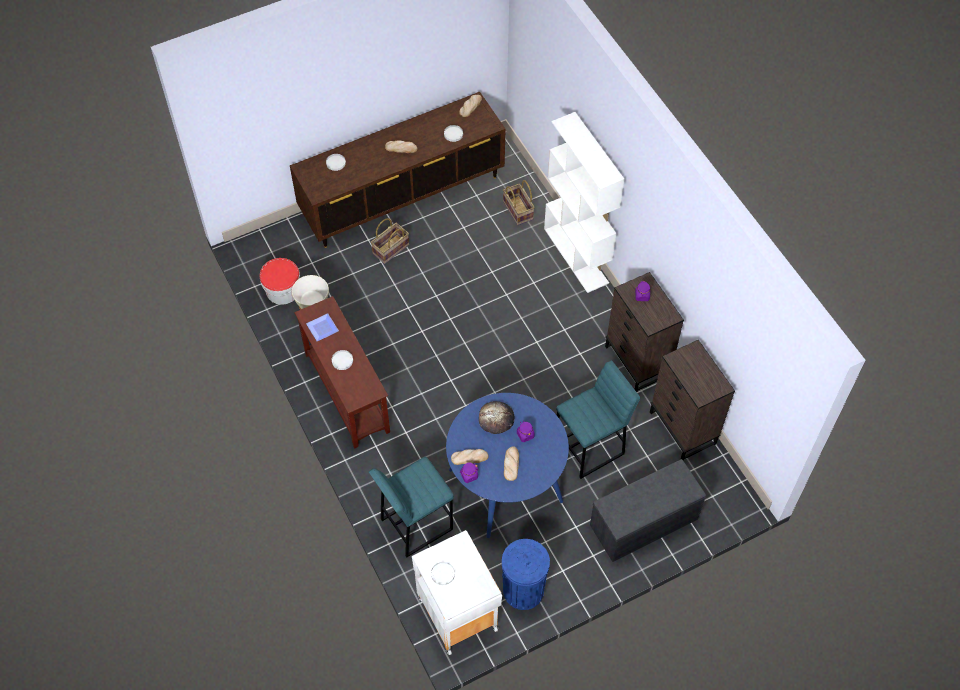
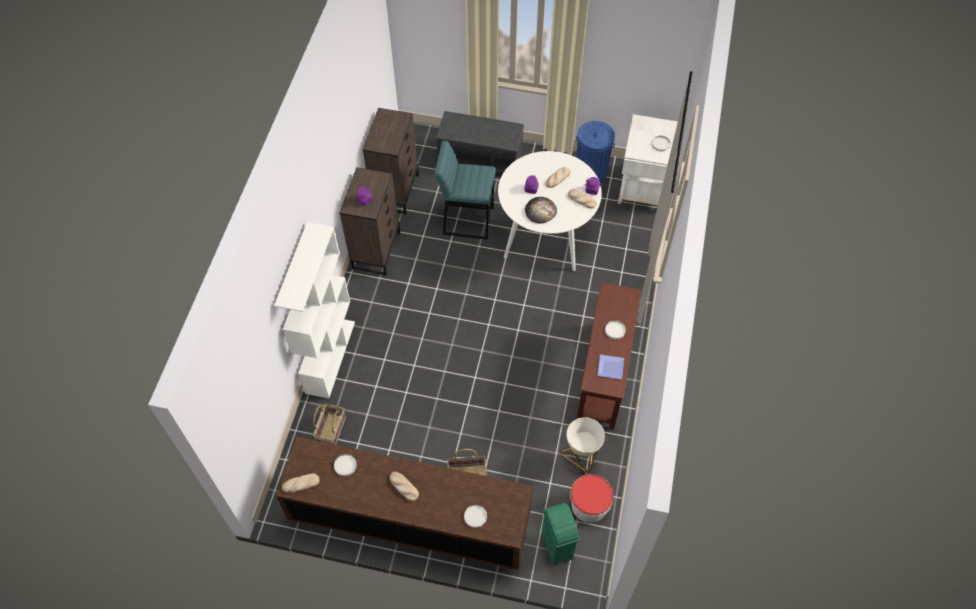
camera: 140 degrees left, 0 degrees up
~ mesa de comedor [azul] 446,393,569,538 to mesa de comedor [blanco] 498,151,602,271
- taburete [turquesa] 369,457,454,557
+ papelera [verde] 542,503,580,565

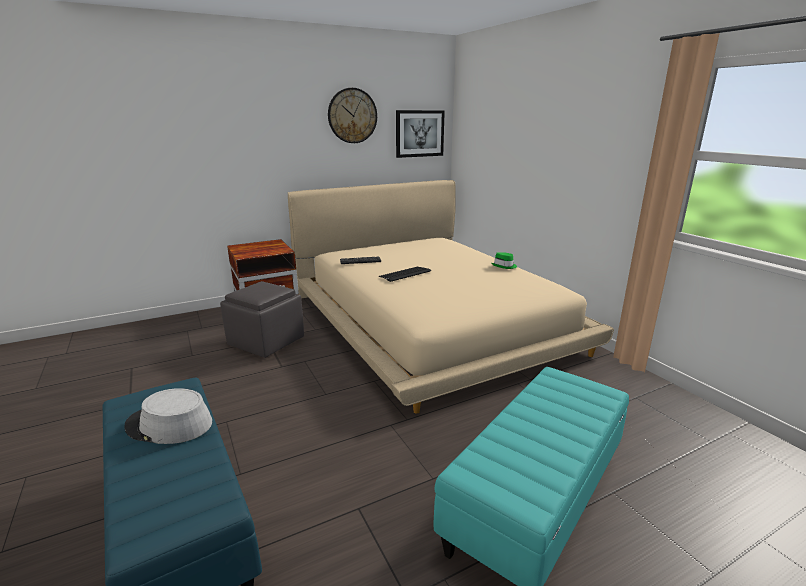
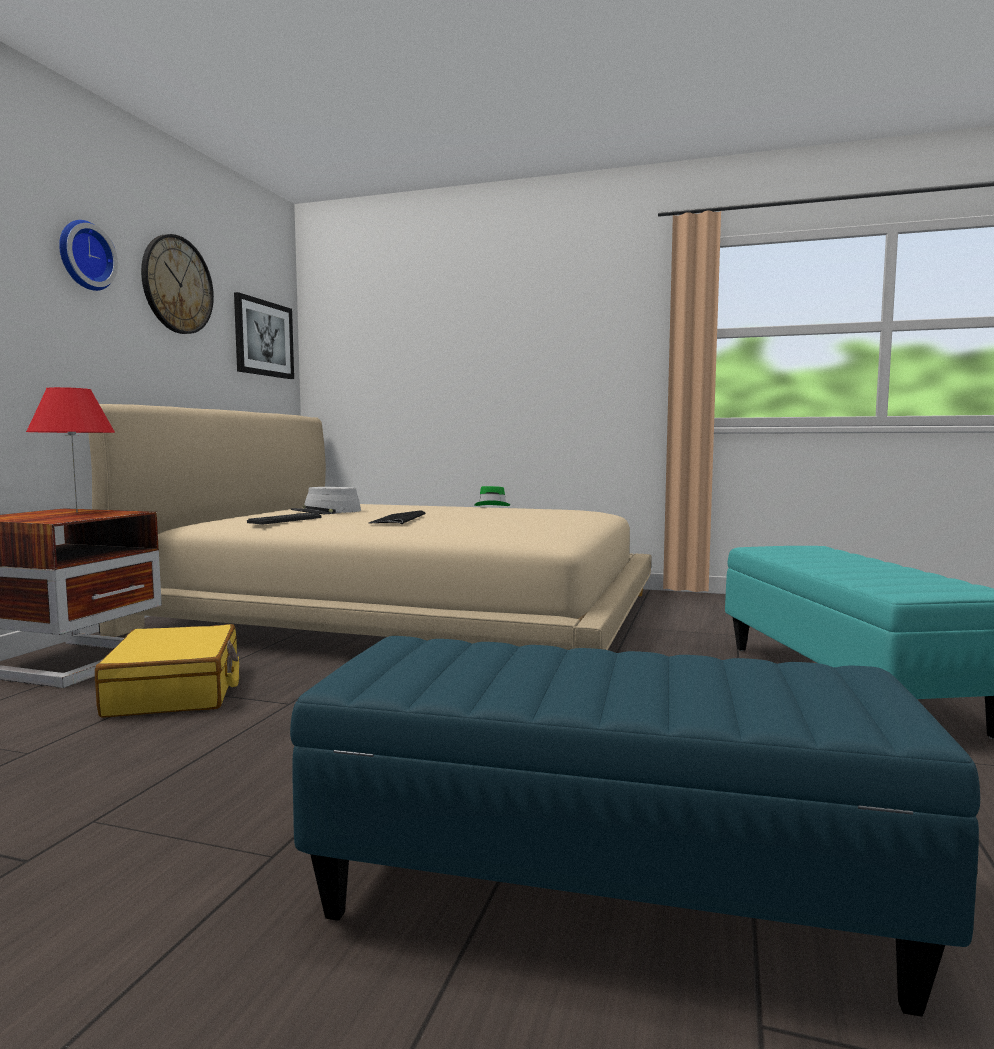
camera: 45 degrees left, 15 degrees down
~ puf [gris] 220,281,304,358 to maleta [amarillo] 95,624,239,718
~ sombrero [gris] 124,388,212,444 to 290,487,361,514
+ reloj de pared 59,220,118,291
+ lámpara de mesa [rojo] 26,387,115,513

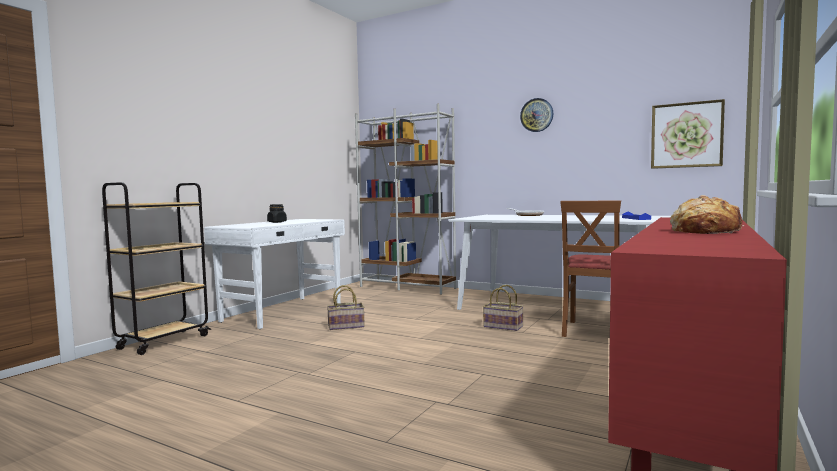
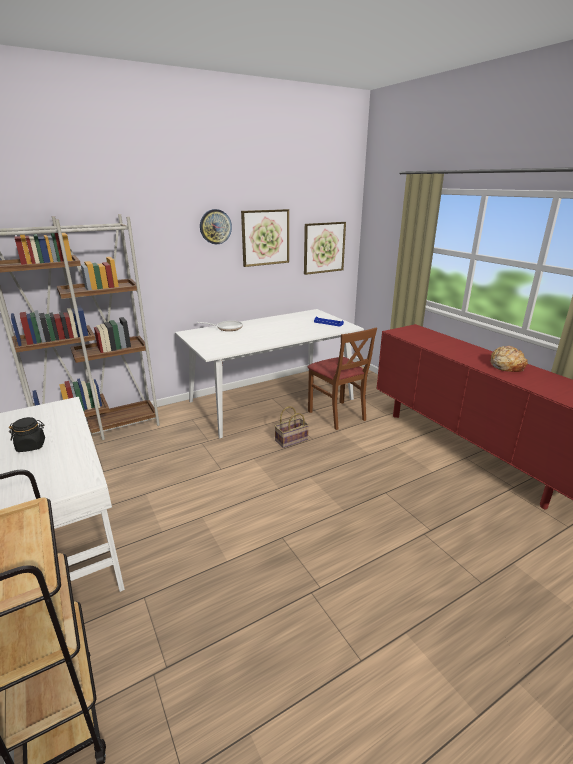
camera: 60 degrees left, 20 degrees up
- cesta 327,285,365,330
+ cuadro 241,209,289,267

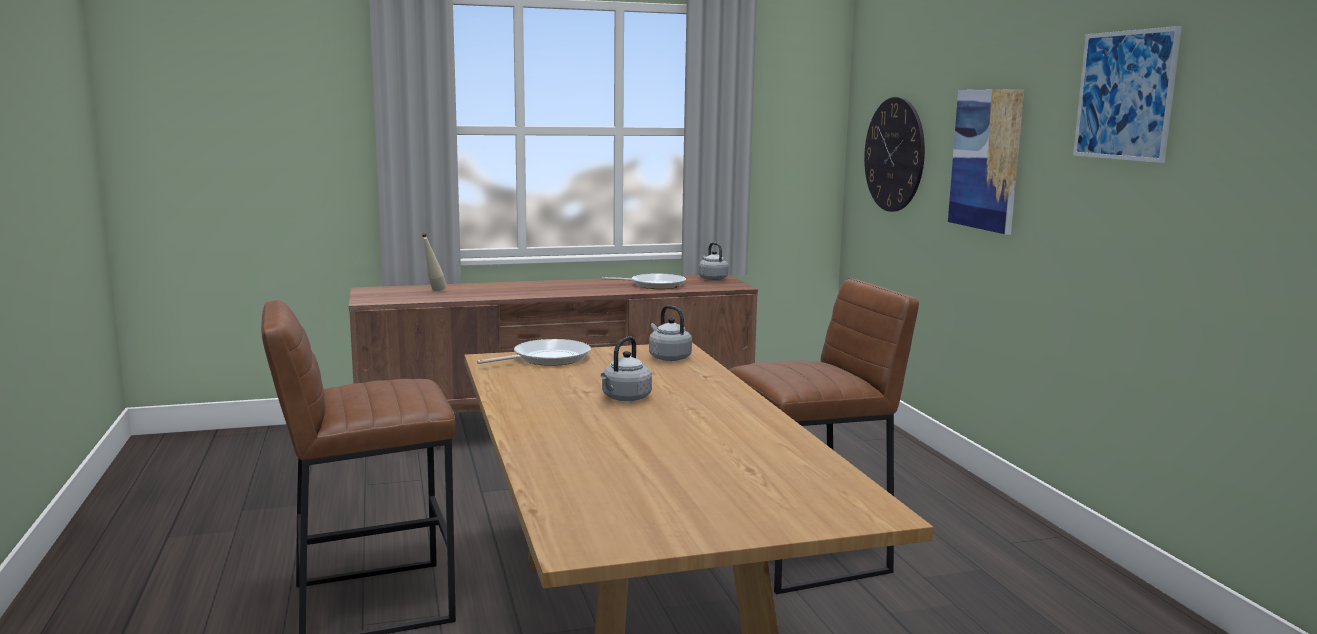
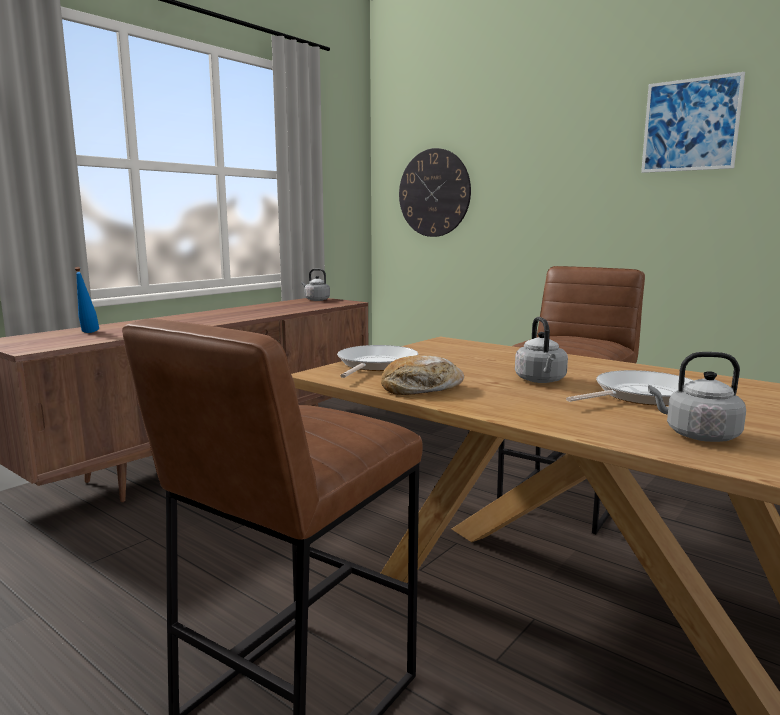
camera: 35 degrees left, 0 degrees up
- cuadro 948,89,1024,235
~ botella [beis] 422,233,447,291 to botella [azul] 75,267,99,333
~ sartén 602,273,686,289 to 566,370,694,406
~ hervidor [gris] 649,305,692,361 to 648,352,746,442
+ pan 381,355,464,395

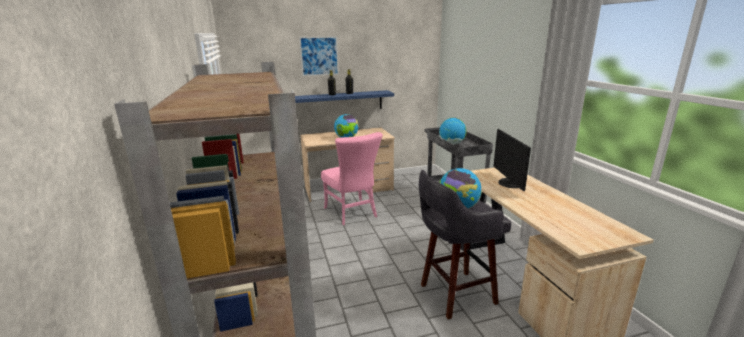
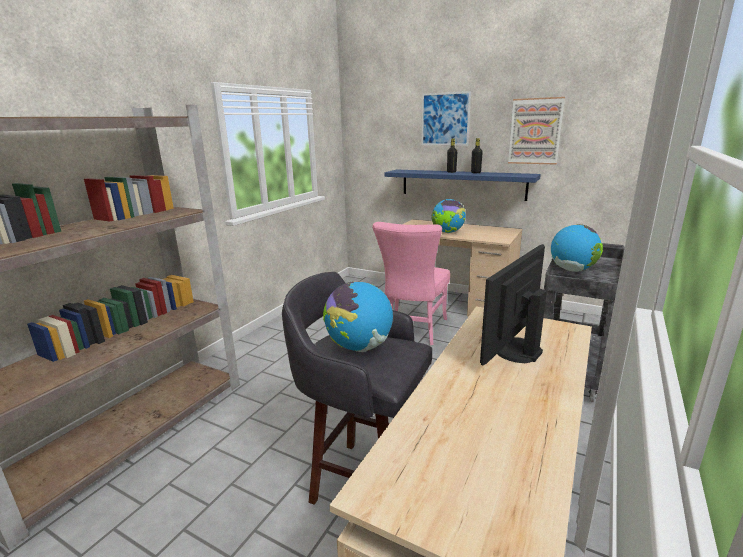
camera: 45 degrees right, 0 degrees up
+ cuadro 508,97,565,164

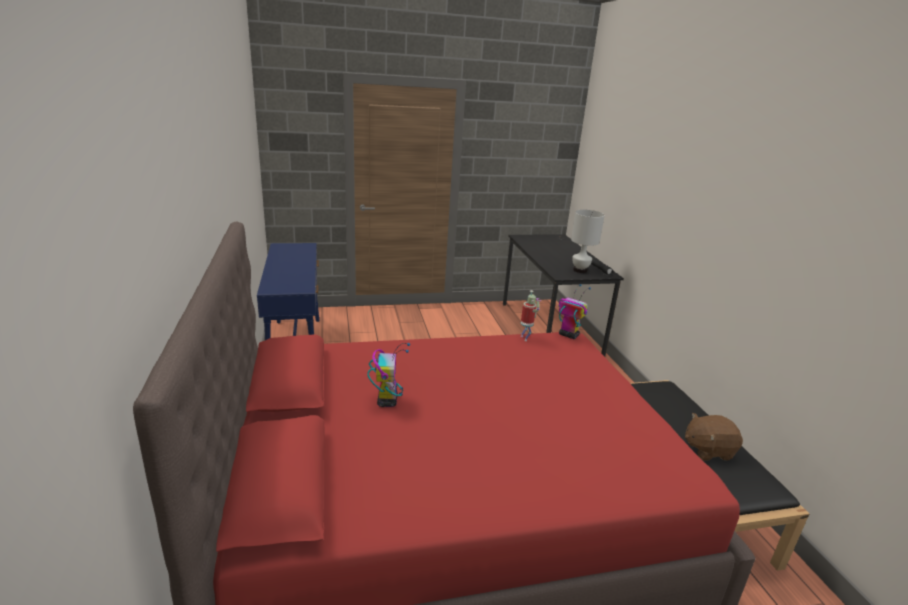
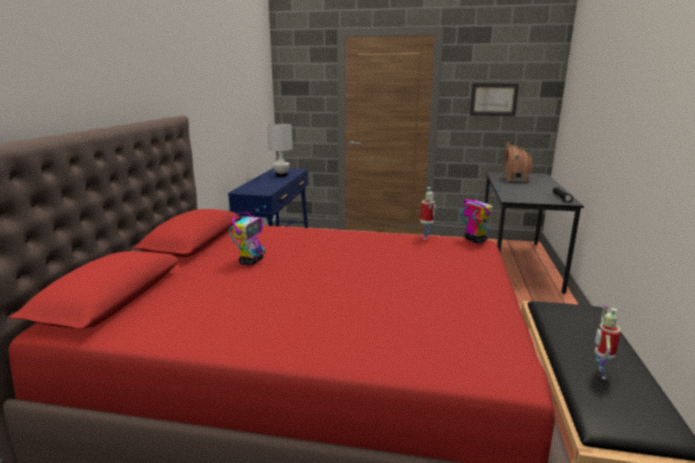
camera: 25 degrees right, 5 degrees down
~ lámpara de mesa [blanco] 571,210,605,273 to 267,124,292,177
~ peluche [marrón] 685,413,743,461 to robot de juguete 594,305,621,380
+ cuadro 470,83,519,116
+ casita 503,142,533,182

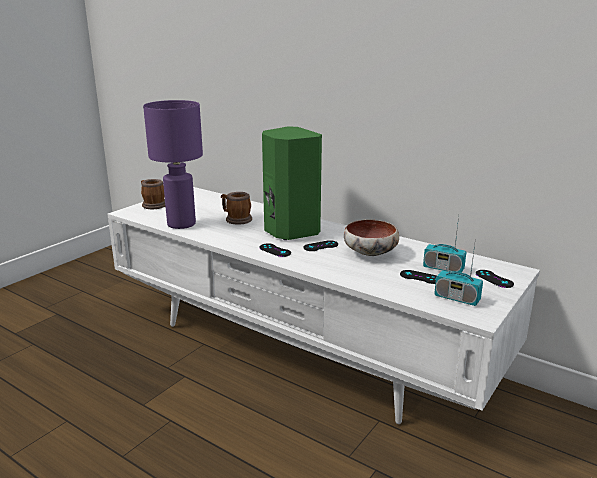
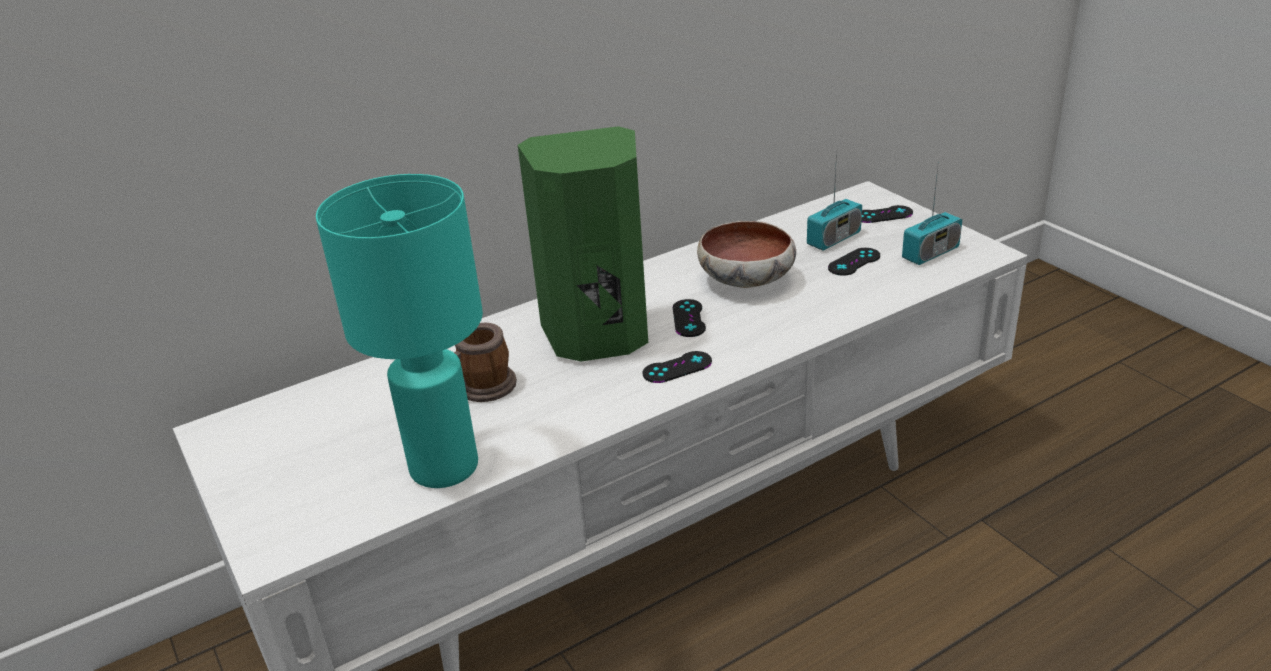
camera: 65 degrees left, 10 degrees up
~ lámpara de mesa [morado] 143,100,203,229 to lámpara de mesa [turquesa] 316,174,483,488
- taza grande 141,179,165,209

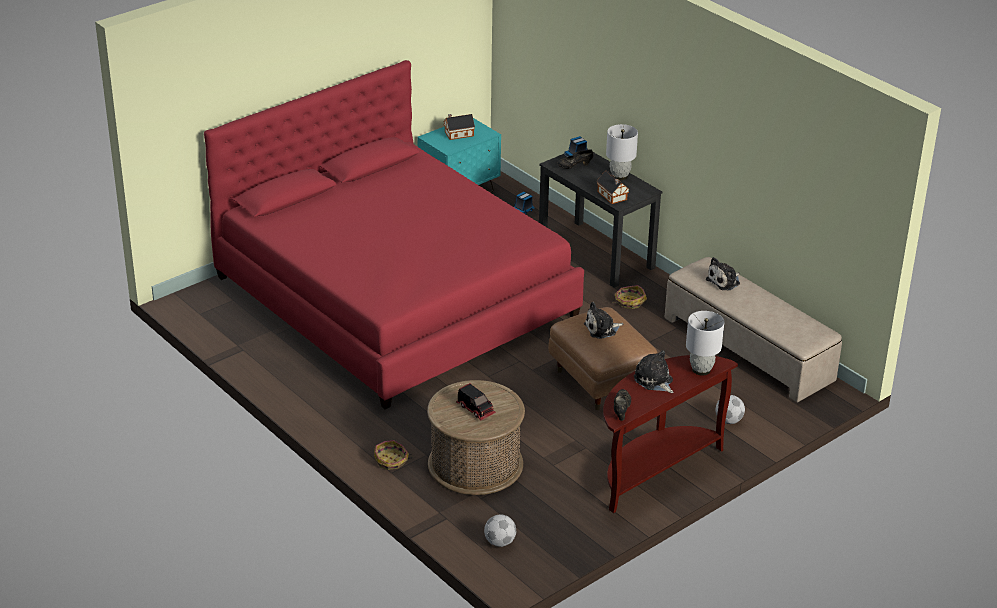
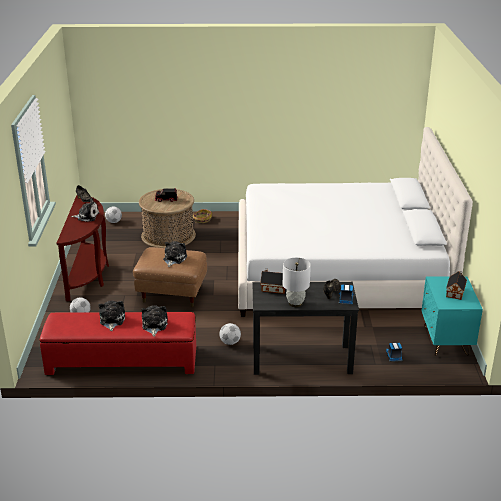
camera: 130 degrees right, 5 degrees down
~ cama [rojo] 204,60,584,409 to cama [blanco] 238,127,473,317
~ banco [beis] 664,257,842,402 to banco [rojo] 40,312,196,375
~ cesta 612,285,647,309 to balón de fútbol 219,323,241,345
- lámpara de mesa [blanco] 686,311,724,376
+ peluche 99,301,125,331

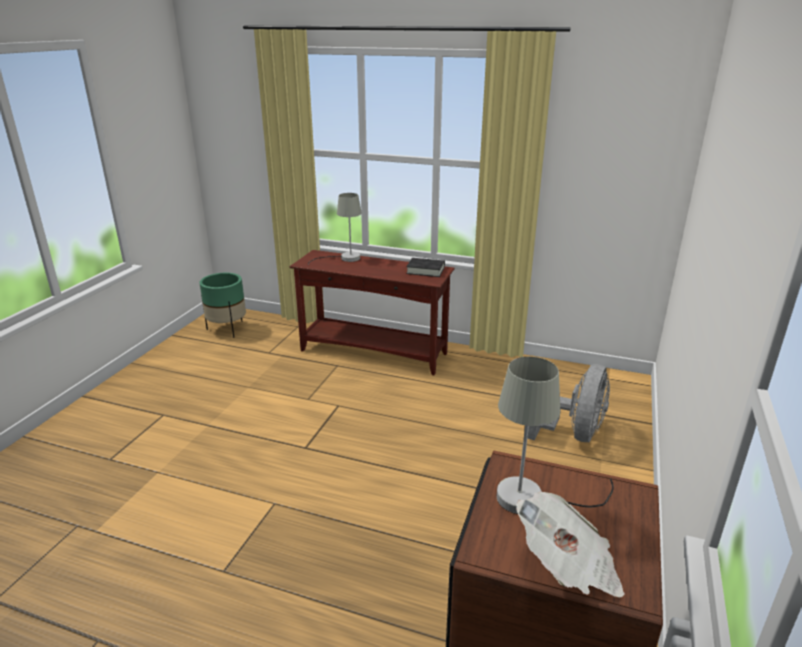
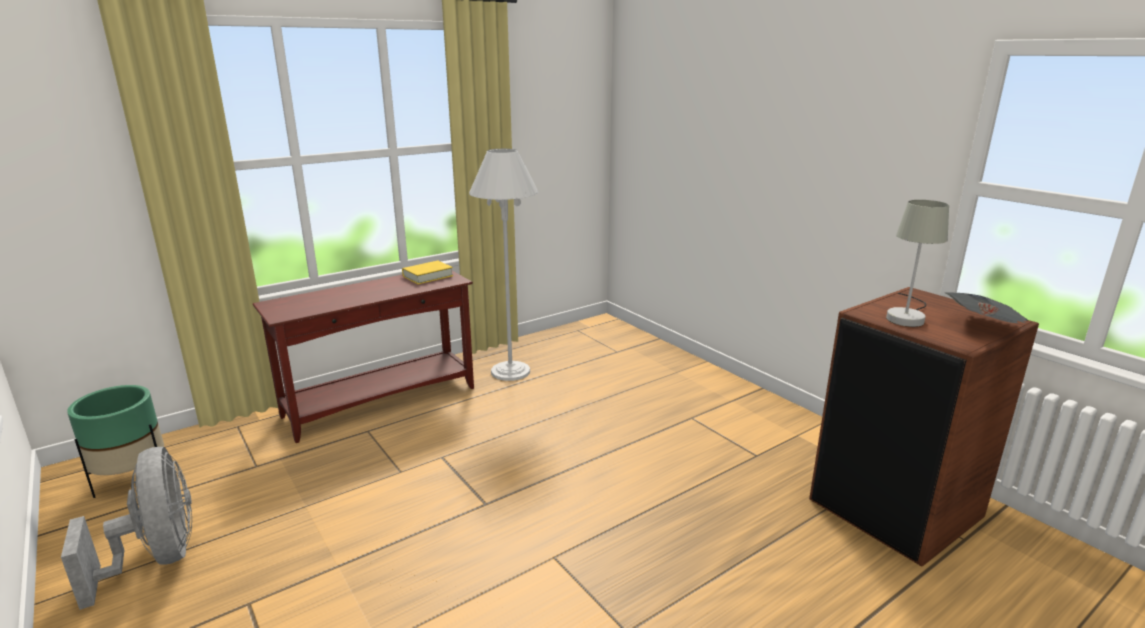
camera: 55 degrees left, 5 degrees down
- lámpara de mesa [gris] 308,193,362,265
~ libro [negro] 406,258,445,277 to libro [amarillo] 402,260,453,284
~ ventilador [gris] 528,364,610,442 to 61,447,192,610
+ lámpara de pie [blanco] 469,149,538,381

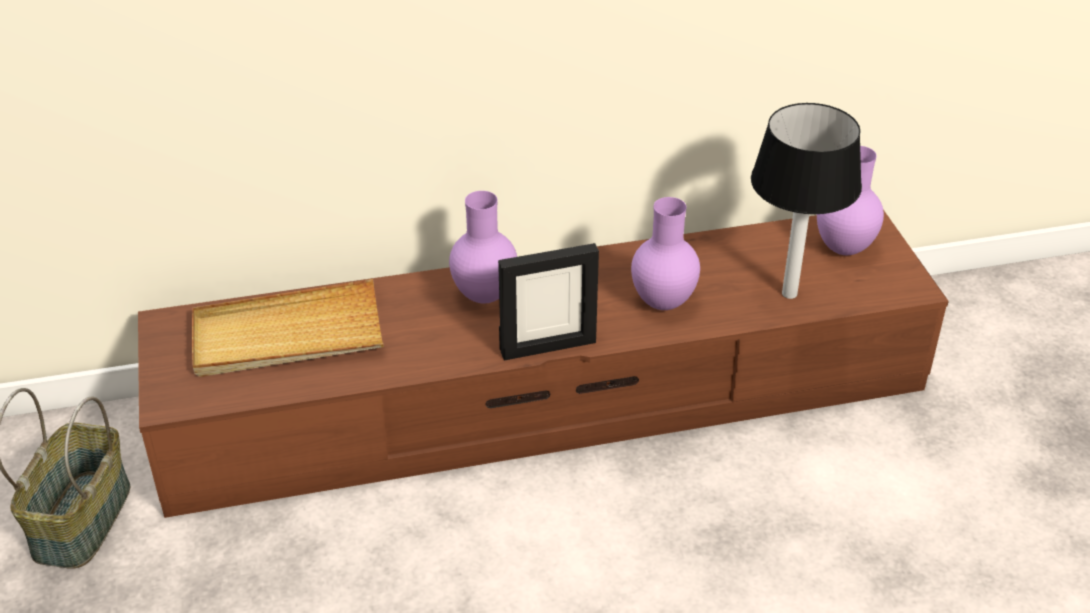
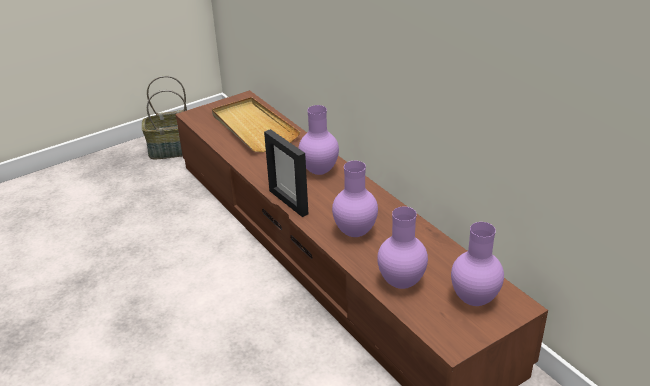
camera: 70 degrees right, 5 degrees down
~ lámpara de mesa 751,103,862,299 to florero [morado] 377,206,428,289

